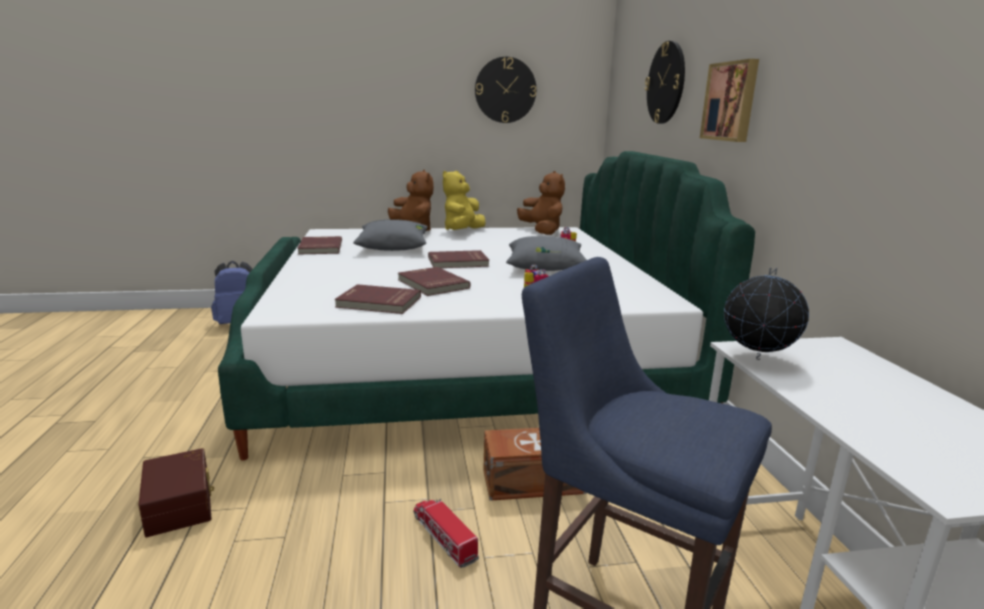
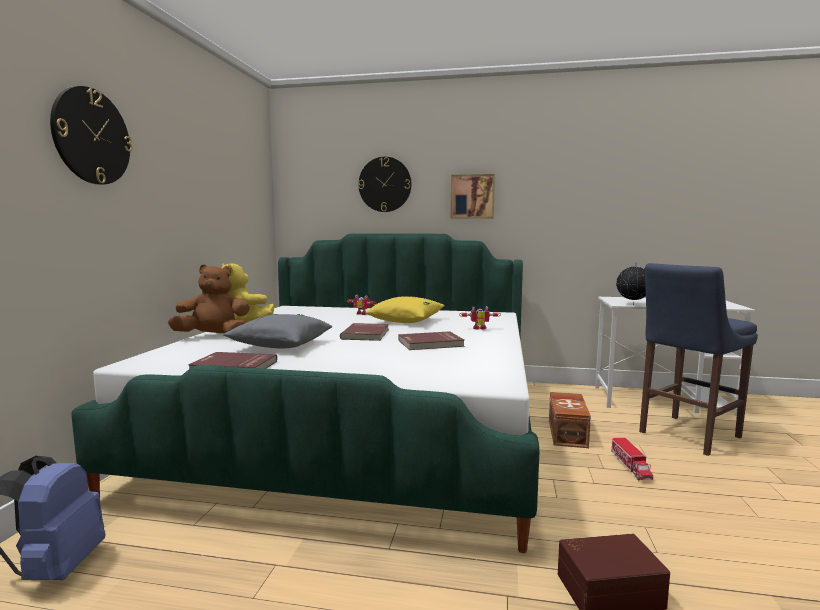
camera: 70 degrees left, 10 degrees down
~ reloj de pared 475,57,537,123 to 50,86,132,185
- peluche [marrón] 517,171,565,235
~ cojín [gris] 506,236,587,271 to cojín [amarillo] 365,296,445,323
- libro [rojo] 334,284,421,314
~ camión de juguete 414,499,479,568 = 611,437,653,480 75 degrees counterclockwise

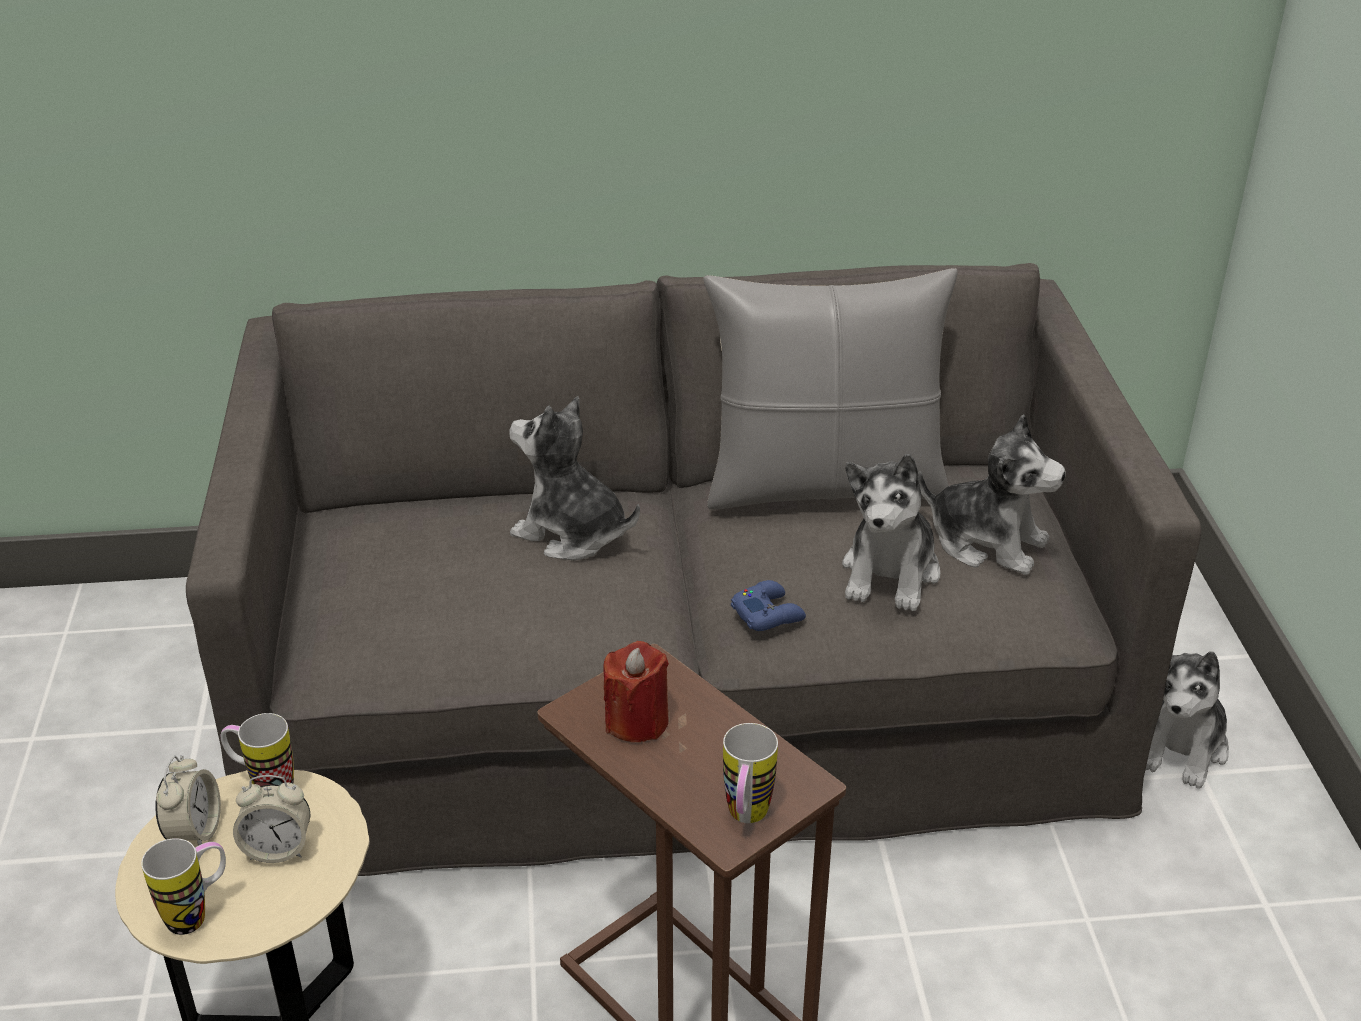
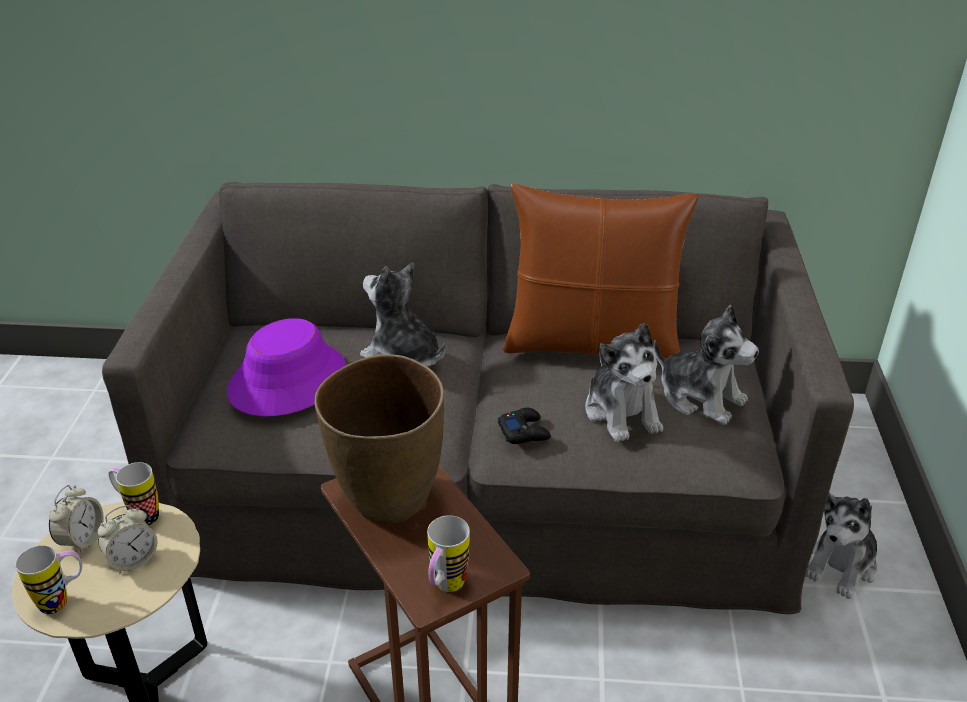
camera: 10 degrees right, 0 degrees up
~ cojín [gris] 703,268,958,510 to cojín [marrón] 503,184,698,360
~ peluche 842,454,940,611 = 585,323,663,442 45 degrees counterclockwise
~ mando de consola [azul] 731,580,806,631 to mando de consola [negro] 498,408,551,444
~ vela [rojo] 604,641,669,742 to florero [marrón] 314,354,444,524
~ despertador 233,775,310,863 = 98,505,157,574 45 degrees counterclockwise
+ sombrero [morado] 227,318,346,417

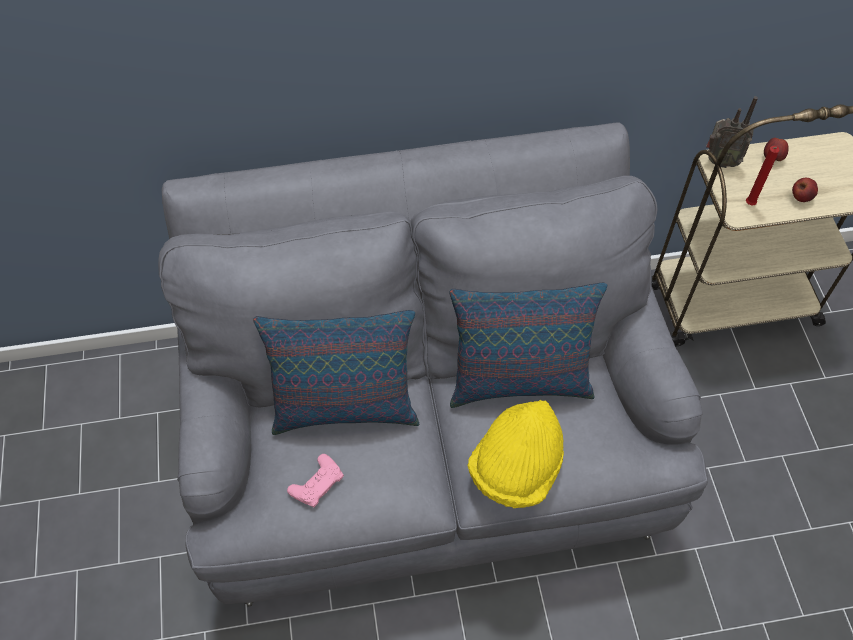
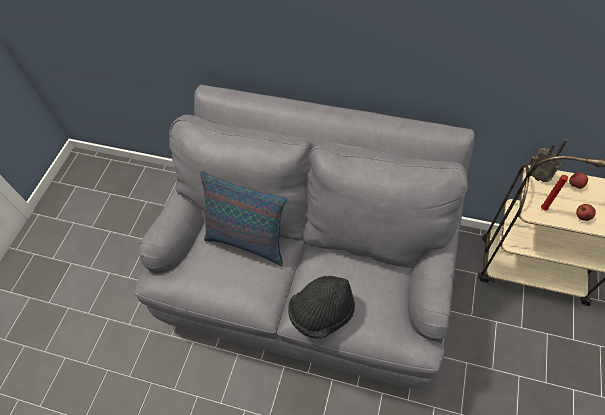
camera: 30 degrees right, 0 degrees up
- cojín [azul] 449,283,607,408
~ sombrero [amarillo] 468,400,564,508 to sombrero [negro] 288,276,355,339
- mando de consola [rosa] 287,454,344,507

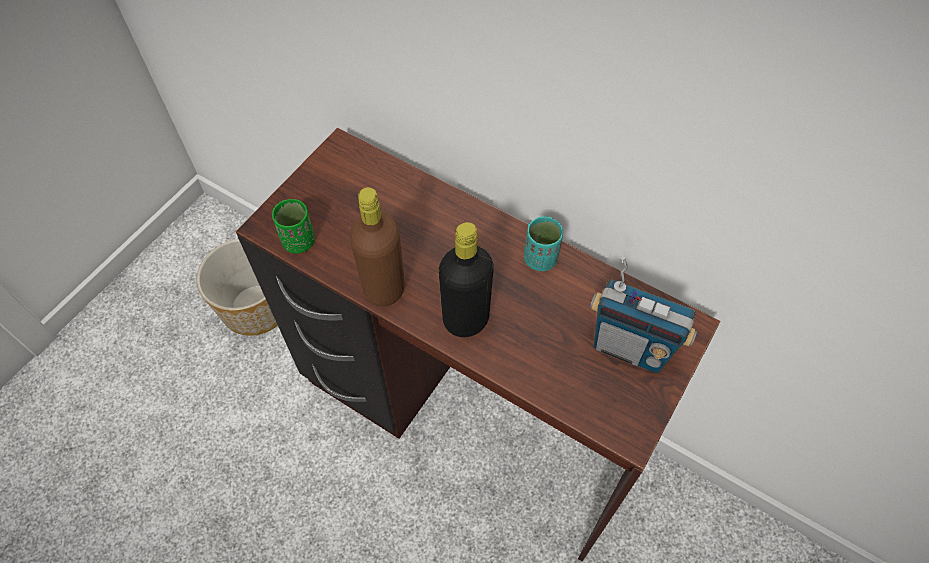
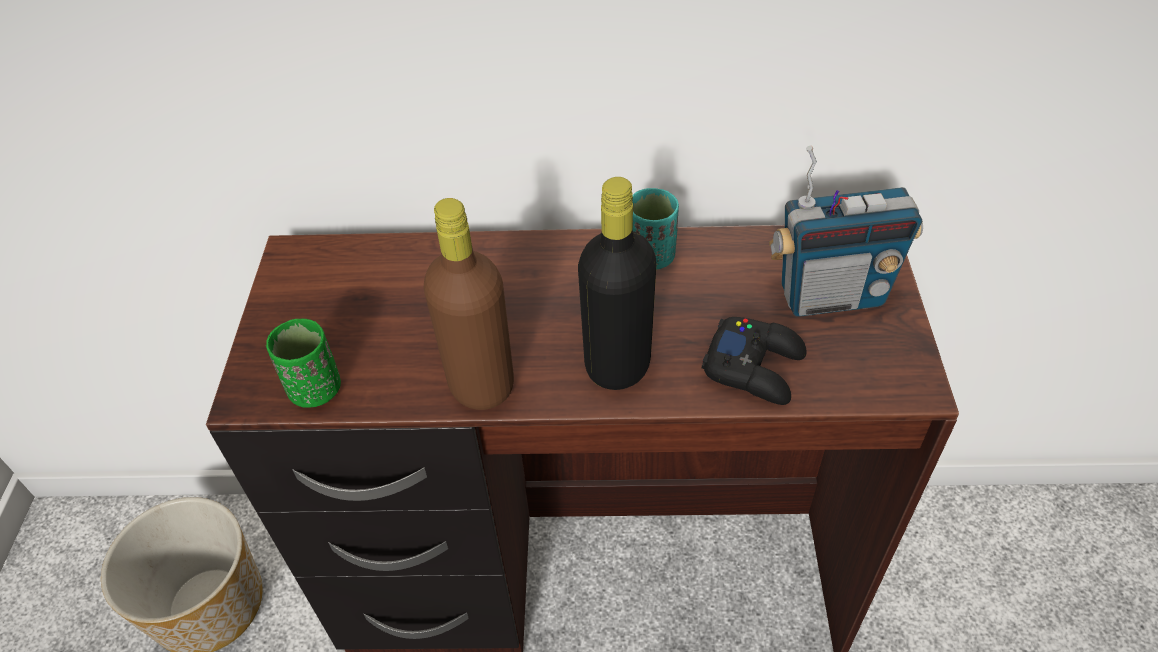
camera: 30 degrees left, 10 degrees down
+ mando de consola [negro] 702,317,807,405

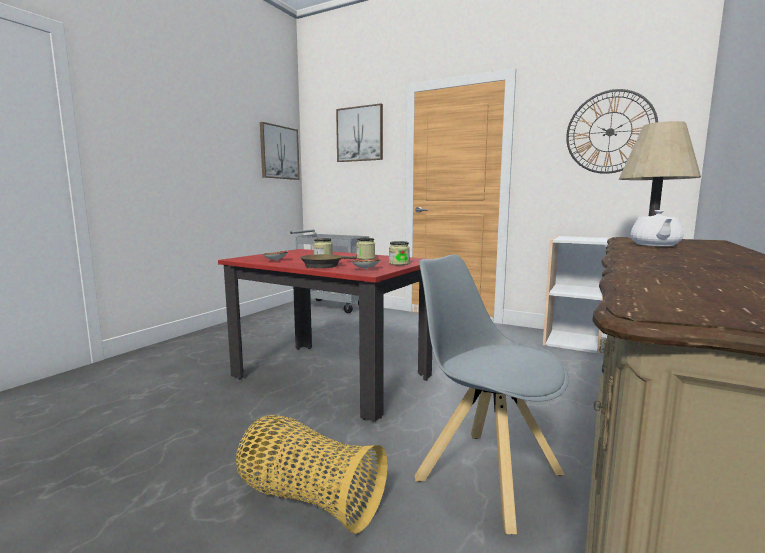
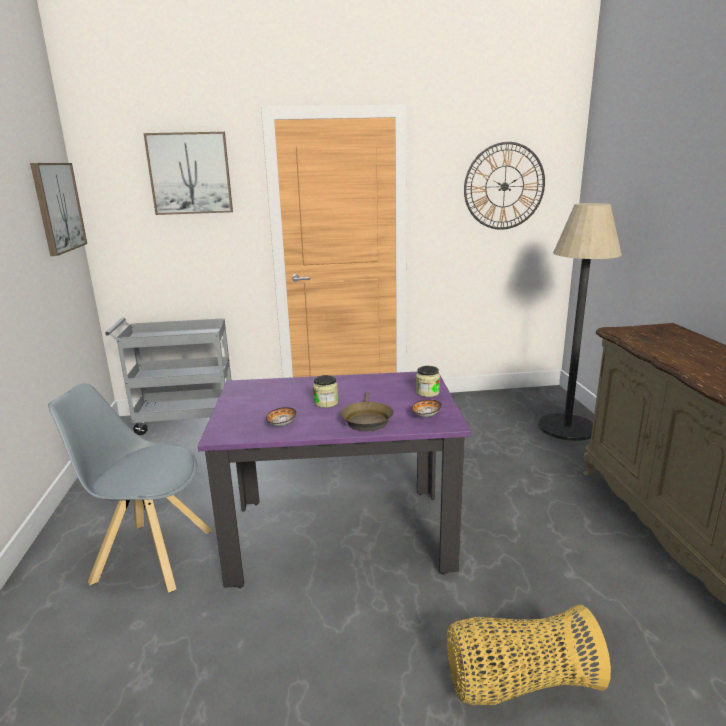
camera: 35 degrees left, 10 degrees up
- tetera [blanco] 630,210,683,246
- estantería 543,236,610,354
- tarro 356,238,375,259
~ mesa de comedor [rojo] 218,249,432,422 to mesa de comedor [morado] 198,372,471,588
~ silla [gris] 414,255,569,534 to 48,383,213,593

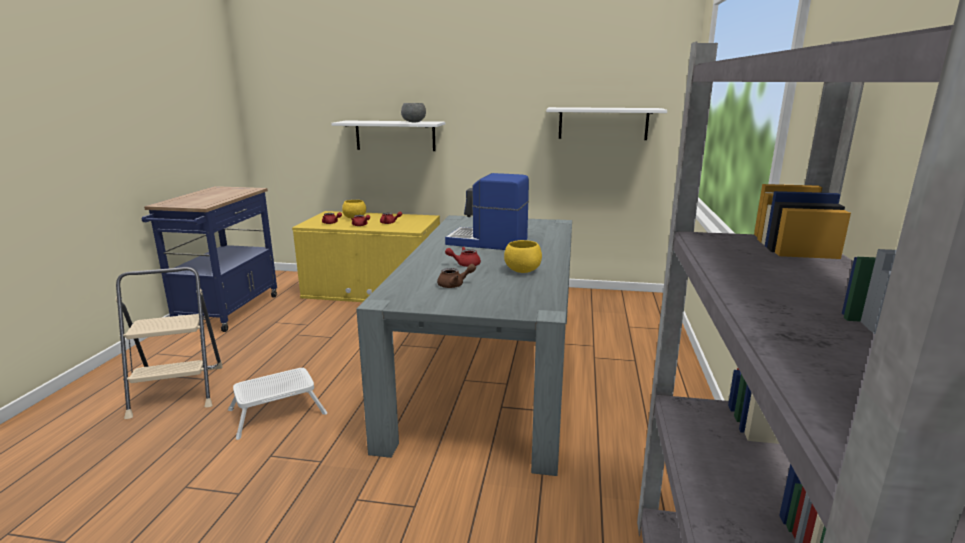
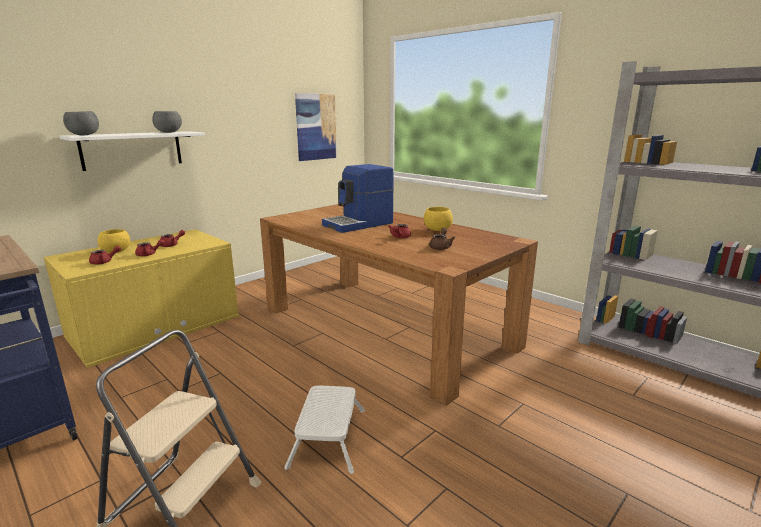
camera: 55 degrees left, 0 degrees up
~ estante [blanco] 546,107,667,140 to cuadro 295,93,337,161
~ mesa de comedor [gris] 356,215,572,476 to mesa de comedor [marrón] 260,204,538,406
+ cuenco [gris] 63,111,99,136

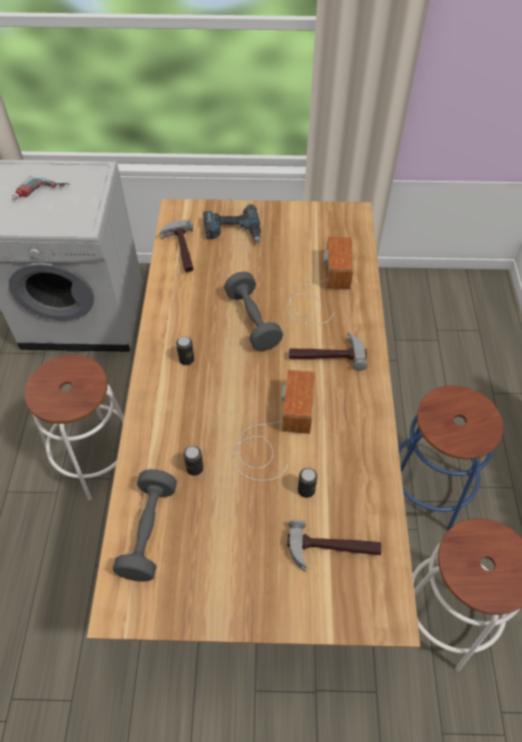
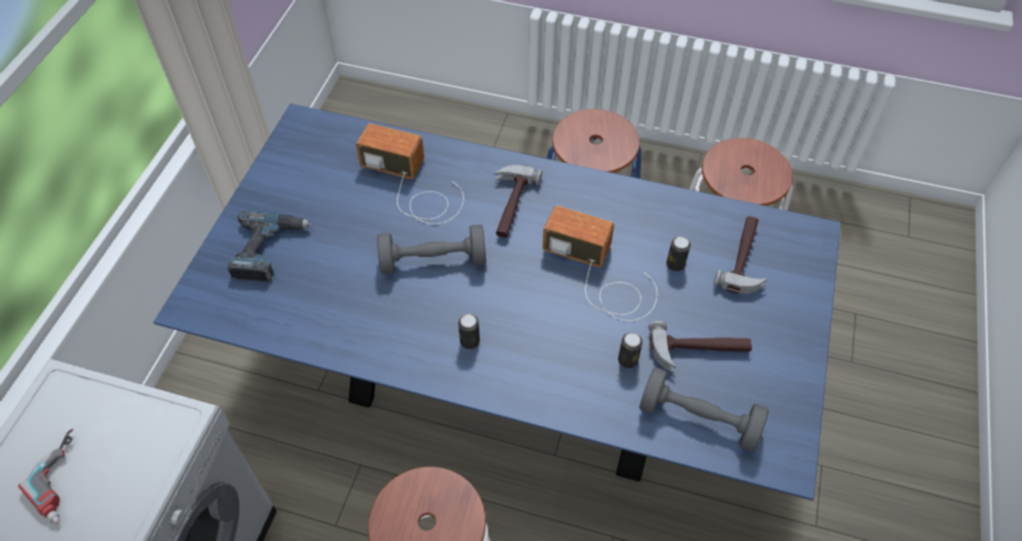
camera: 75 degrees left, 0 degrees up
~ mesa de comedor [marrón] 87,199,421,648 to mesa de comedor [azul] 153,103,841,501
~ martillo 159,219,193,272 to 648,321,752,373

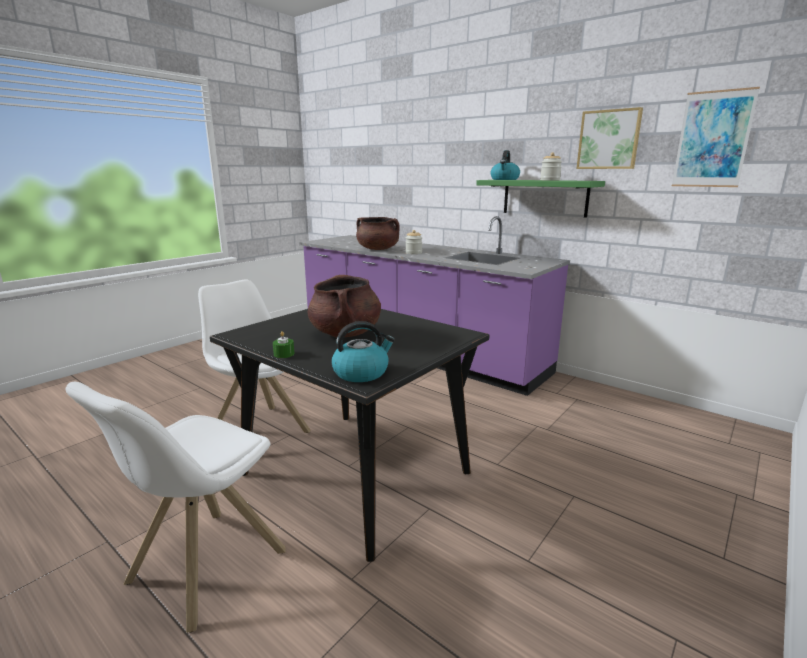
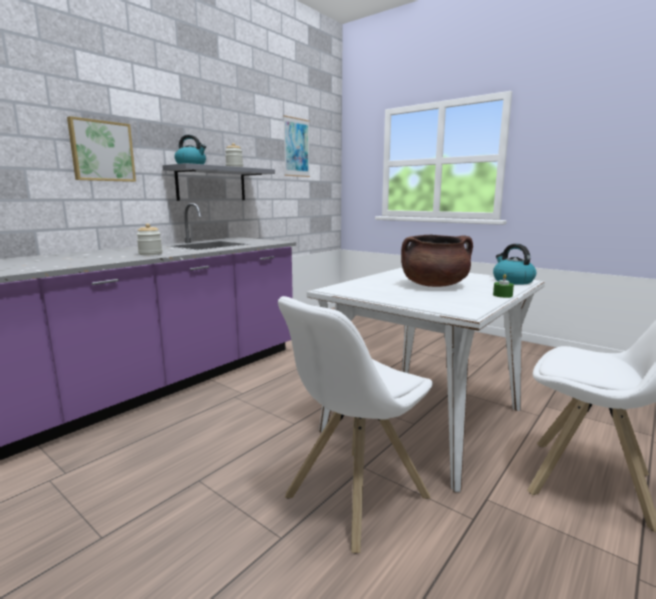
camera: 90 degrees left, 5 degrees down
~ cuadro 576,107,643,169 to 67,116,136,182
~ estante [verde] 476,180,605,218 to estante [gris] 162,163,275,201
- olla [marrón] 356,217,400,250
~ mesa de comedor [negro] 210,309,489,562 to mesa de comedor [blanco] 307,268,545,492

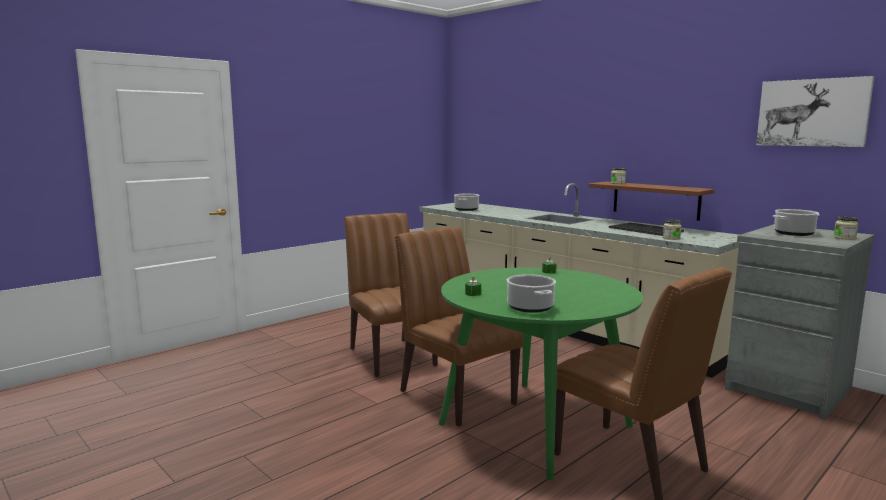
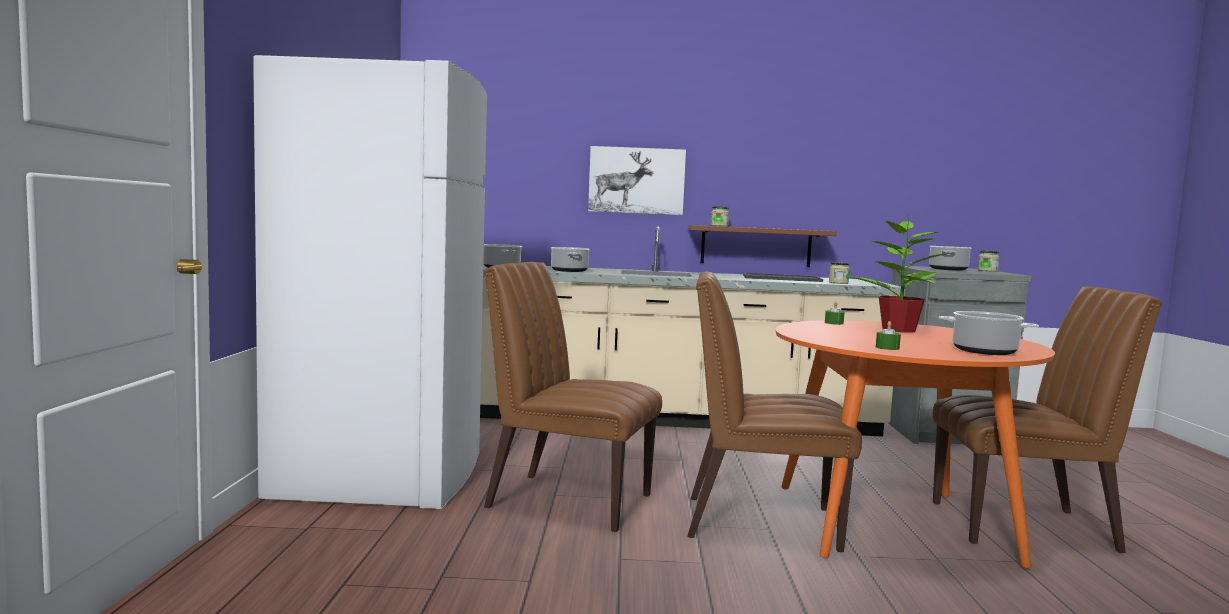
camera: 45 degrees left, 5 degrees down
~ cuadro 756,76,874,147 to 588,146,686,215
~ mesa de comedor [verde] 439,267,643,480 to mesa de comedor [naranja] 775,320,1055,568
+ nevera [blanco] 253,55,487,509
+ planta en maceta 851,216,944,332
+ olla 551,247,590,272

